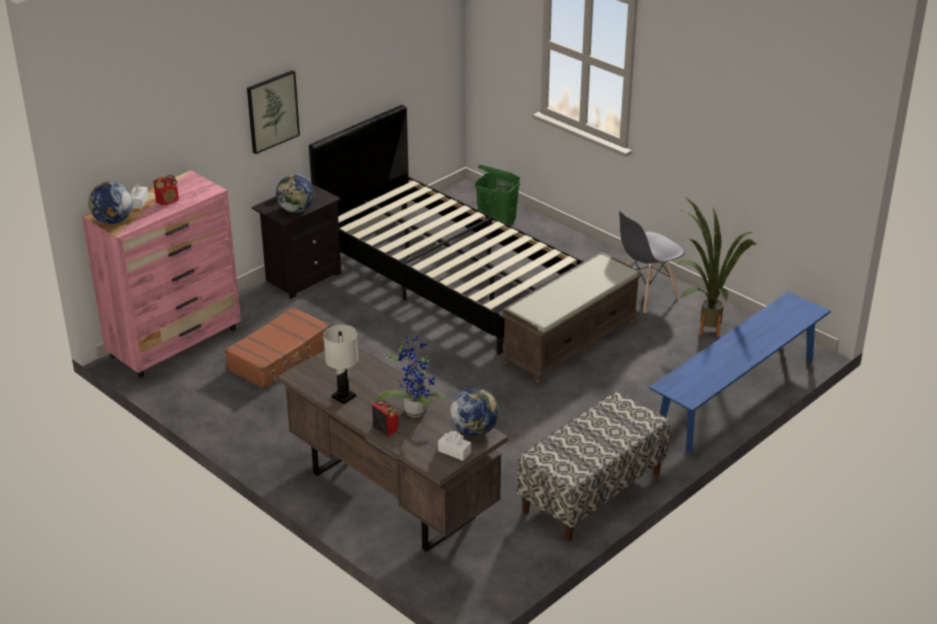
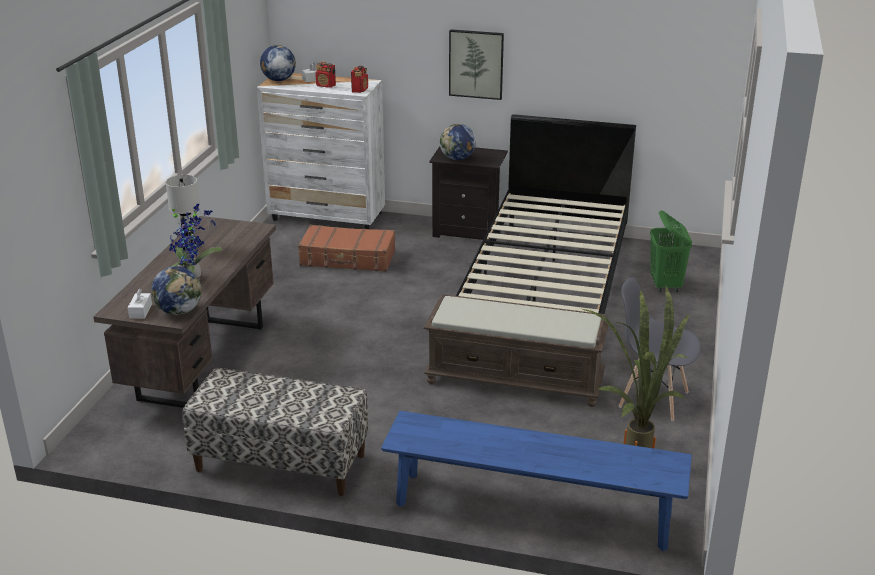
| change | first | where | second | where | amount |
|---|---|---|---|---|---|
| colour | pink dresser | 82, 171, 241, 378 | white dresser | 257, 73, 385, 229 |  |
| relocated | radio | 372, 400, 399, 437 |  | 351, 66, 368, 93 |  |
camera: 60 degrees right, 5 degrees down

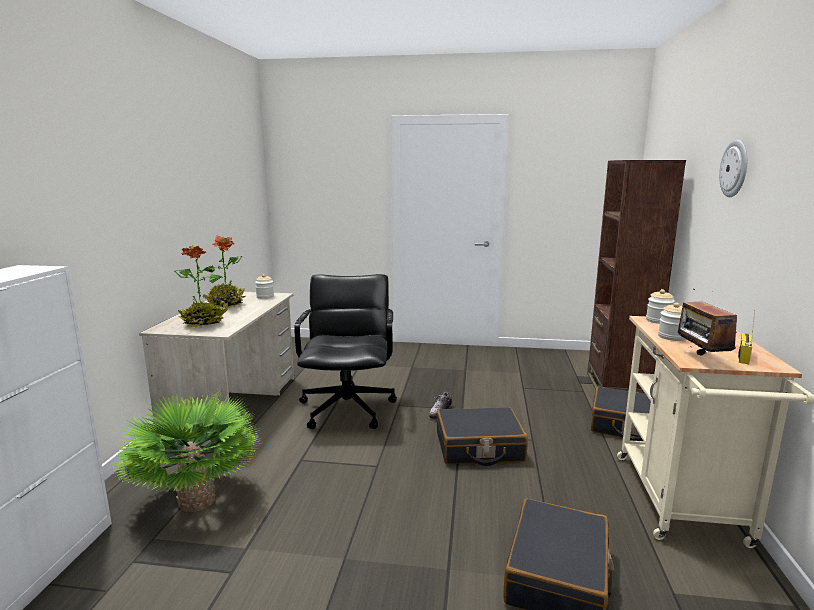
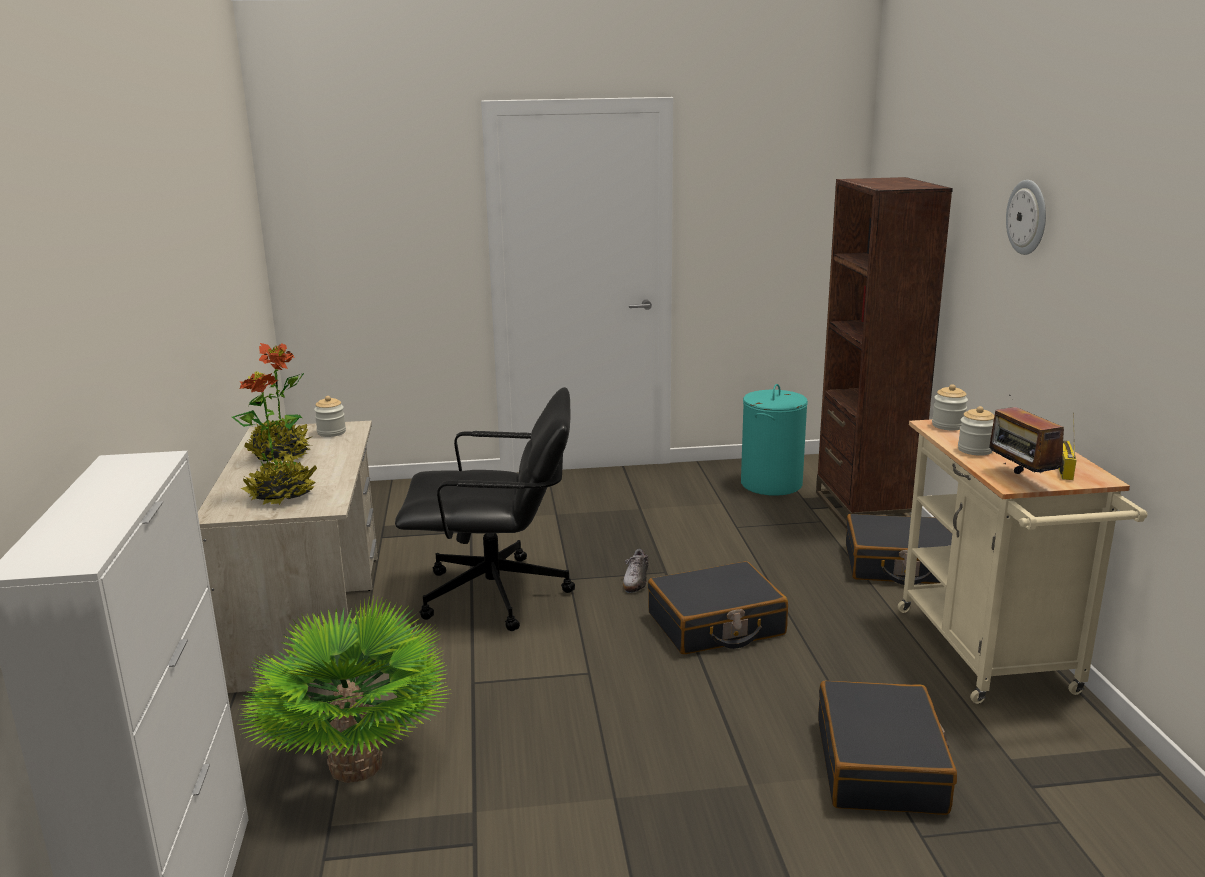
| change | first | where | second | where | amount |
|---|---|---|---|---|---|
| spun | black office chair | 294, 274, 397, 429 |  | 395, 387, 575, 631 | 105 degrees clockwise |
| appeared |  |  | turquoise laundry basket | 741, 384, 808, 496 |  |
camera: 15 degrees left, 5 degrees up

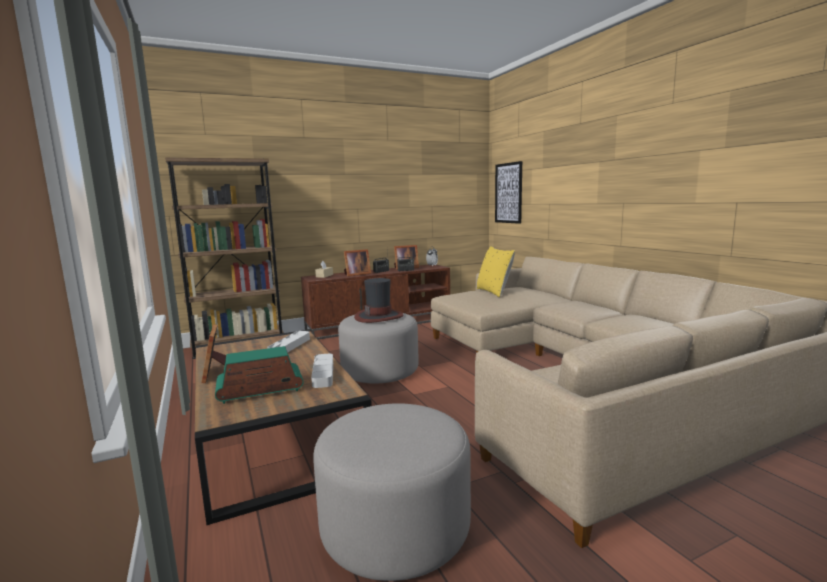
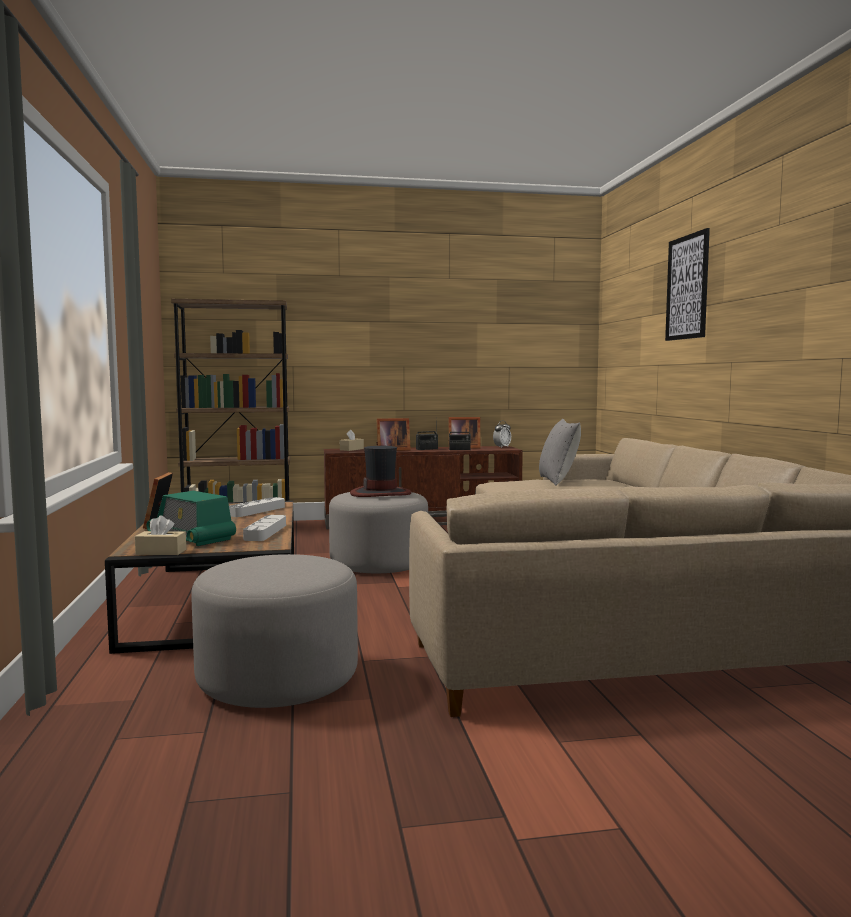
| change | first | where | second | where | amount |
|---|---|---|---|---|---|
| appeared |  |  | beige tissue box | 135, 515, 186, 555 |  |
| spun | radio | 215, 346, 304, 404 |  | 146, 491, 236, 546 | 135 degrees counterclockwise |
| colour | yellow pillow | 477, 246, 515, 297 | grey pillow | 539, 419, 581, 486 |  |
| relocated | picture | 495, 161, 522, 224 |  | 665, 228, 710, 341 |  |
camera: 15 degrees right, 5 degrees down

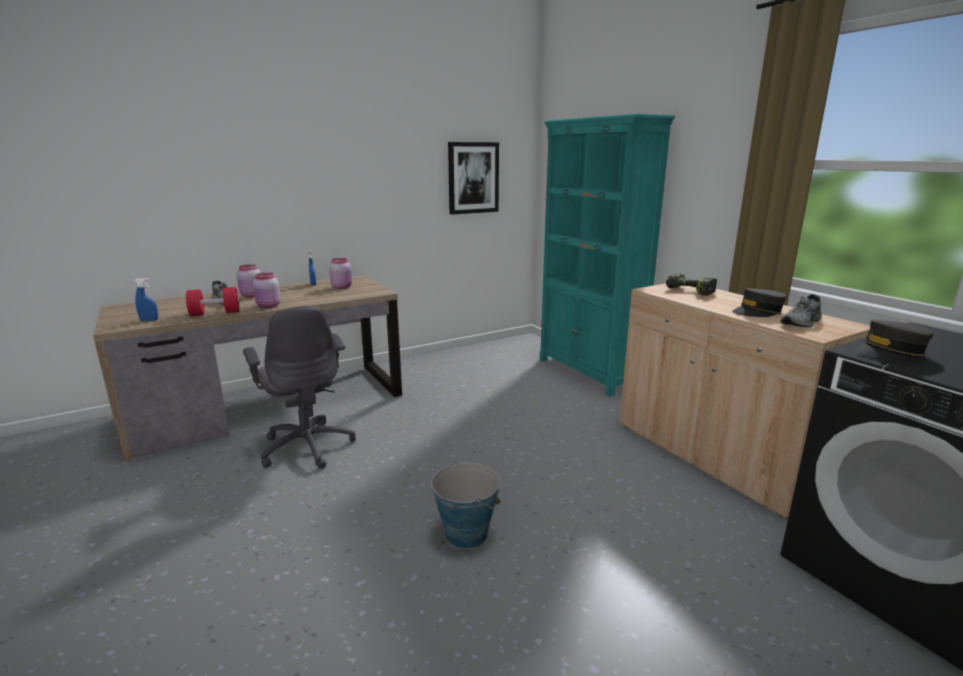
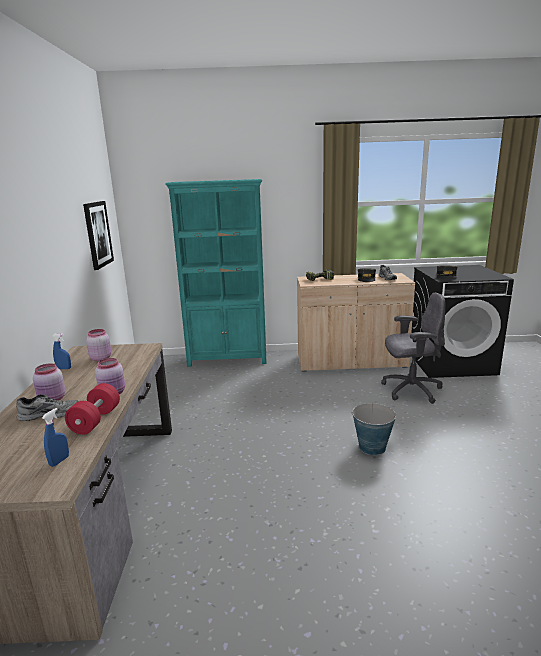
| change | first | where | second | where | amount |
|---|---|---|---|---|---|
| relocated | grey office chair | 243, 306, 356, 469 |  | 381, 293, 446, 404 |  |
camera: 60 degrees left, 0 degrees up

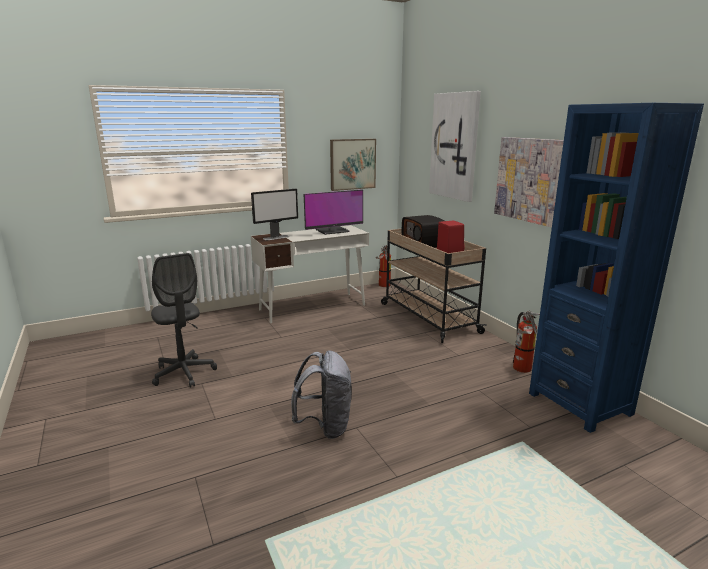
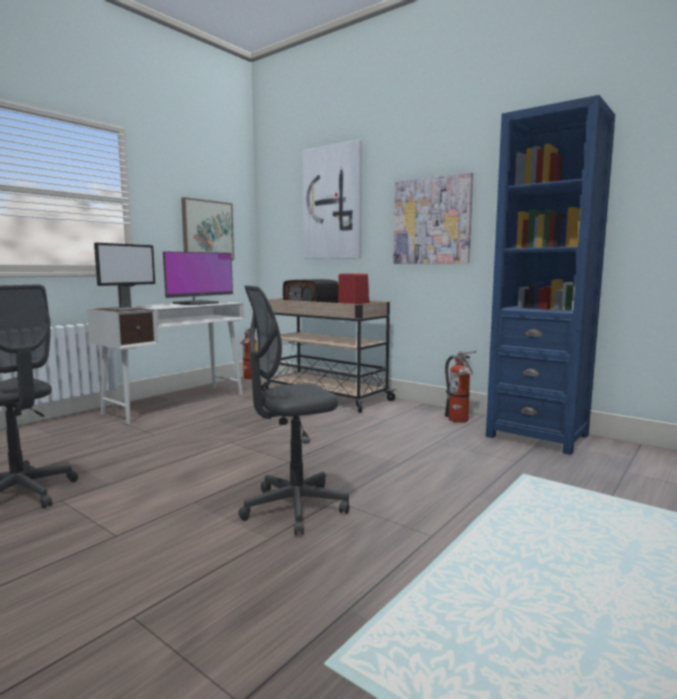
| change | first | where | second | where | amount |
|---|---|---|---|---|---|
| exchanged | grey backpack | 291, 350, 352, 439 | grey office chair | 238, 285, 350, 535 |  |
camera: 25 degrees left, 10 degrees down

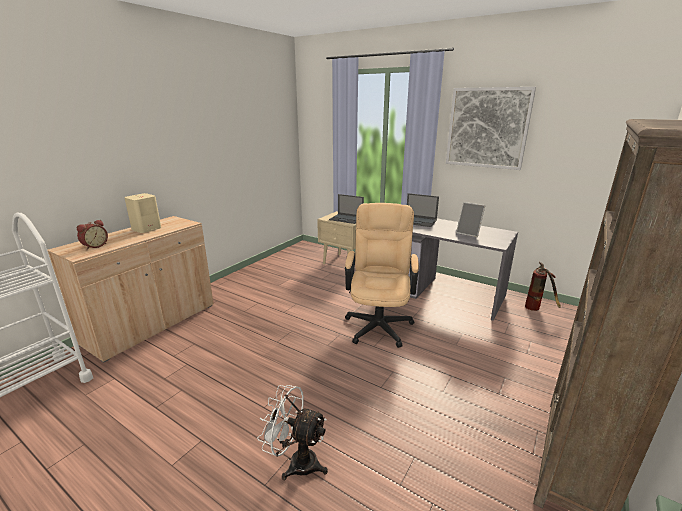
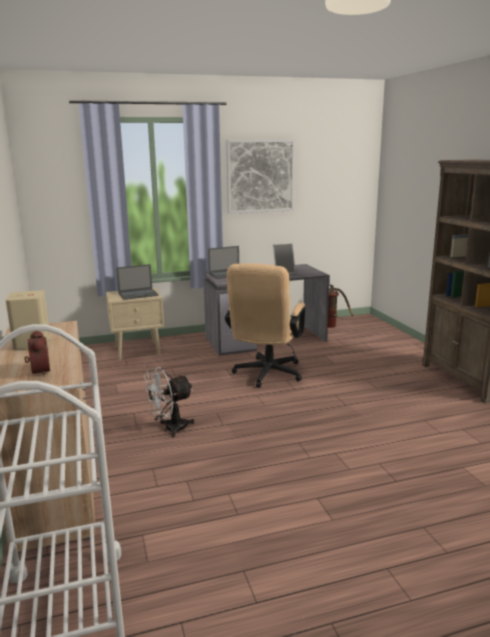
| change | first | where | second | where | amount |
|---|---|---|---|---|---|
| relocated | white fan | 257, 385, 328, 480 |  | 144, 367, 194, 438 |  |
| spun | beige office chair | 345, 203, 419, 348 |  | 225, 263, 305, 388 | 120 degrees counterclockwise |
camera: 50 degrees left, 5 degrees down

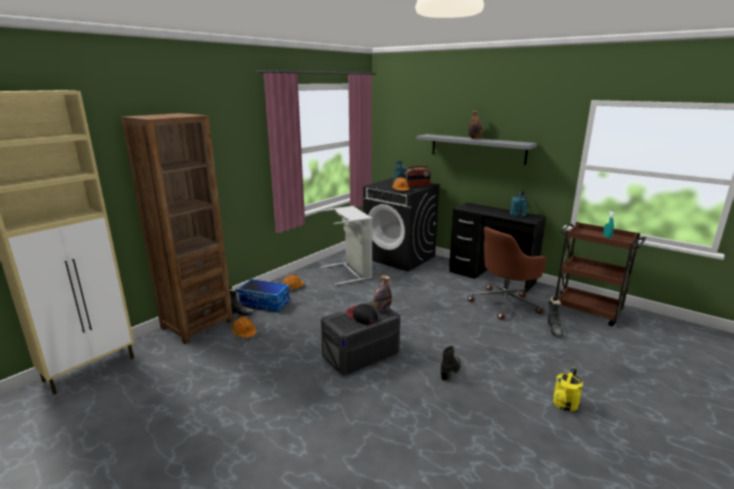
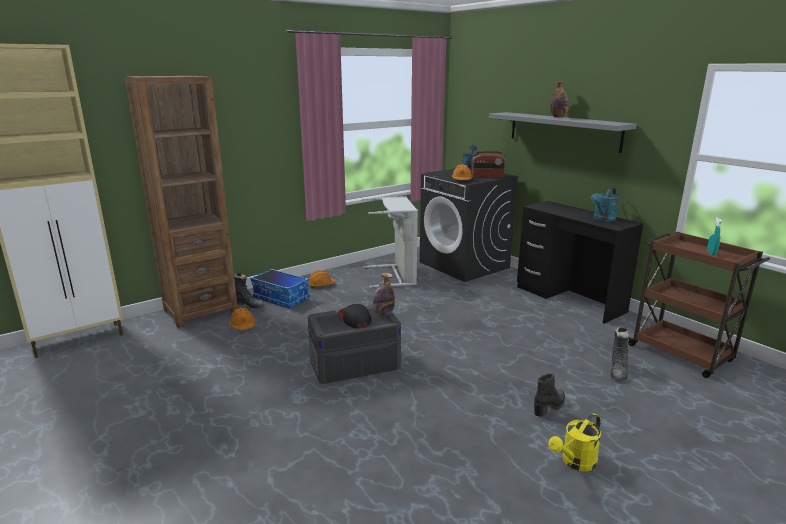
| change | first | where | second | where | amount |
|---|---|---|---|---|---|
| relocated | black boot | 441, 346, 460, 381 |  | 534, 374, 565, 417 |  |
| missing | brown office chair | 468, 227, 547, 320 |  |  |  |
camera: 15 degrees right, 0 degrees up

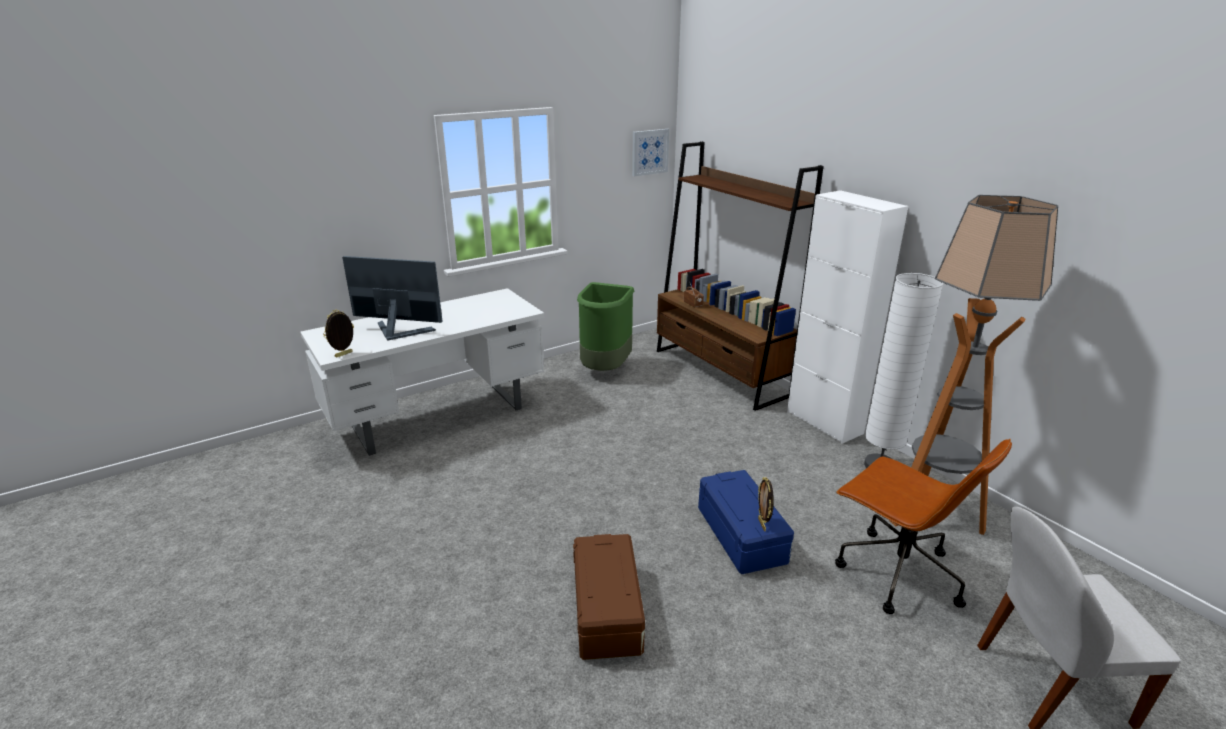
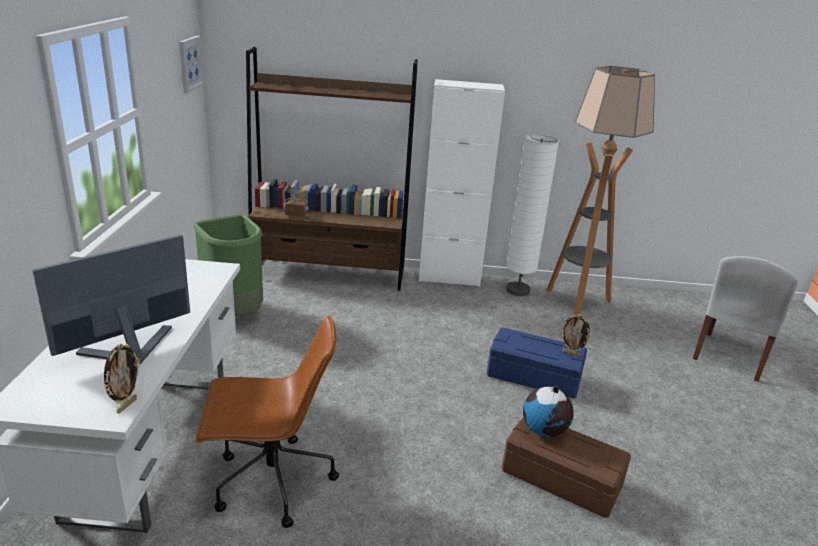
| change | first | where | second | where | amount |
|---|---|---|---|---|---|
| spun | picture frame | 323, 310, 354, 358 |  | 104, 344, 140, 414 | 150 degrees counterclockwise |
| relocated | brown office chair | 835, 439, 1012, 614 |  | 195, 315, 339, 528 |  |
| appeared |  |  | globe | 523, 386, 574, 437 |  |
camera: 55 degrees left, 0 degrees up

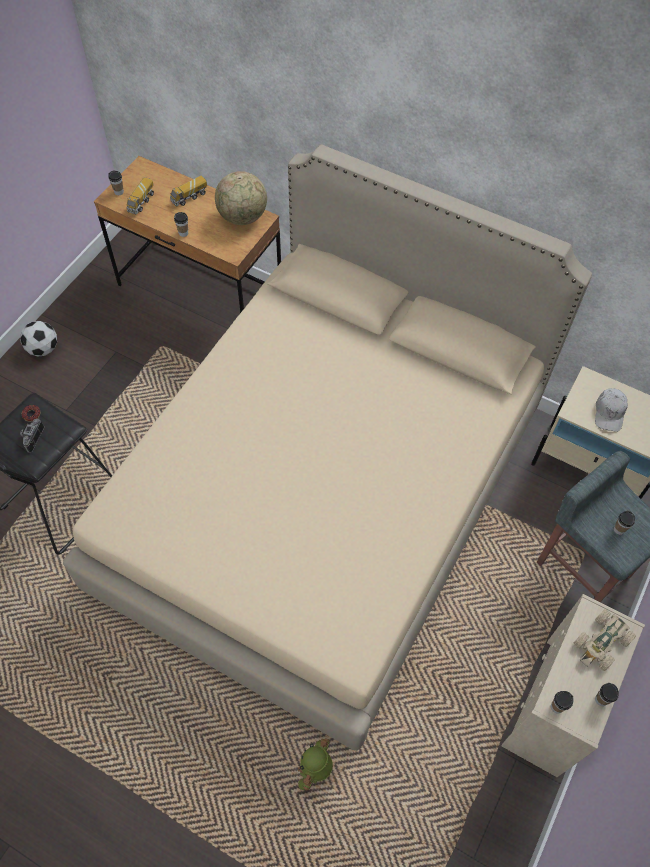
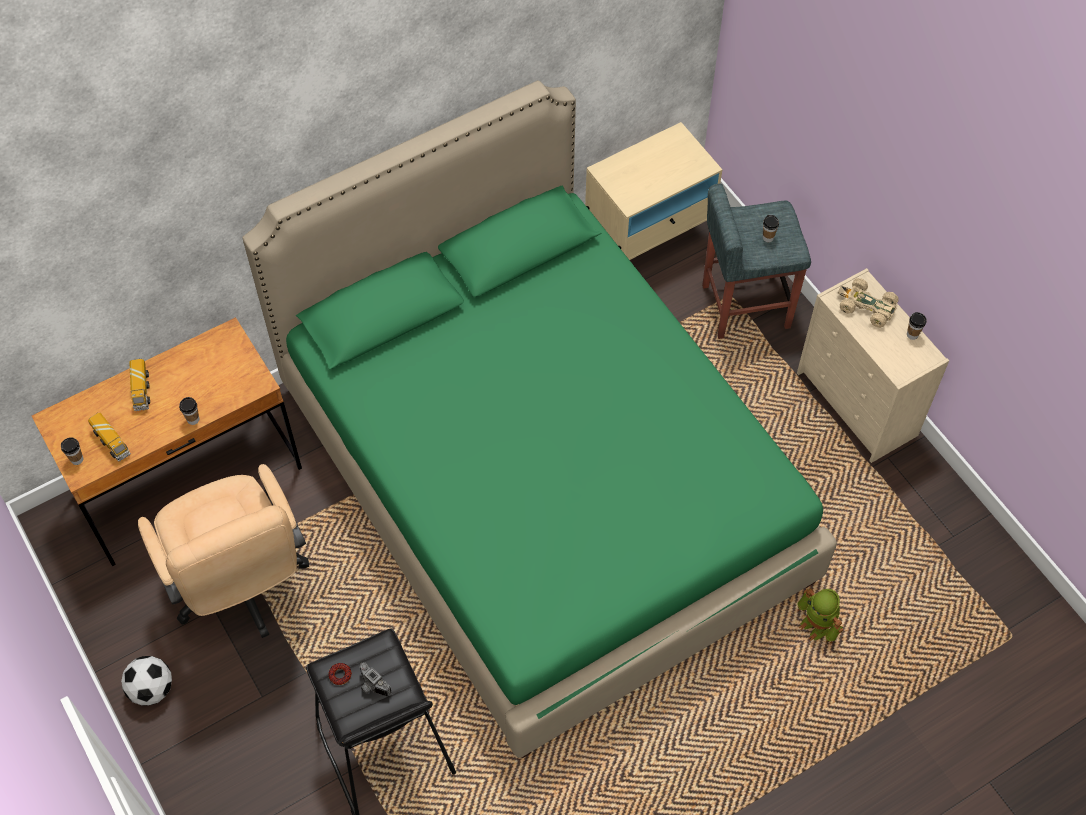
| change | first | where | second | where | amount |
|---|---|---|---|---|---|
| appeared |  |  | beige office chair | 138, 464, 309, 638 |  |
| colour | beige bed | 63, 144, 592, 751 | green bed | 242, 80, 837, 758 |  |
| spun | beige toy car | 574, 609, 636, 671 |  | 838, 278, 899, 328 | 135 degrees clockwise |
| missing | globe | 215, 171, 267, 225 |  |  |  |
| missing | cup | 551, 691, 574, 714 |  |  |  |
| missing | white cap | 595, 388, 628, 432 |  |  |  |
camera: 60 degrees left, 0 degrees up

